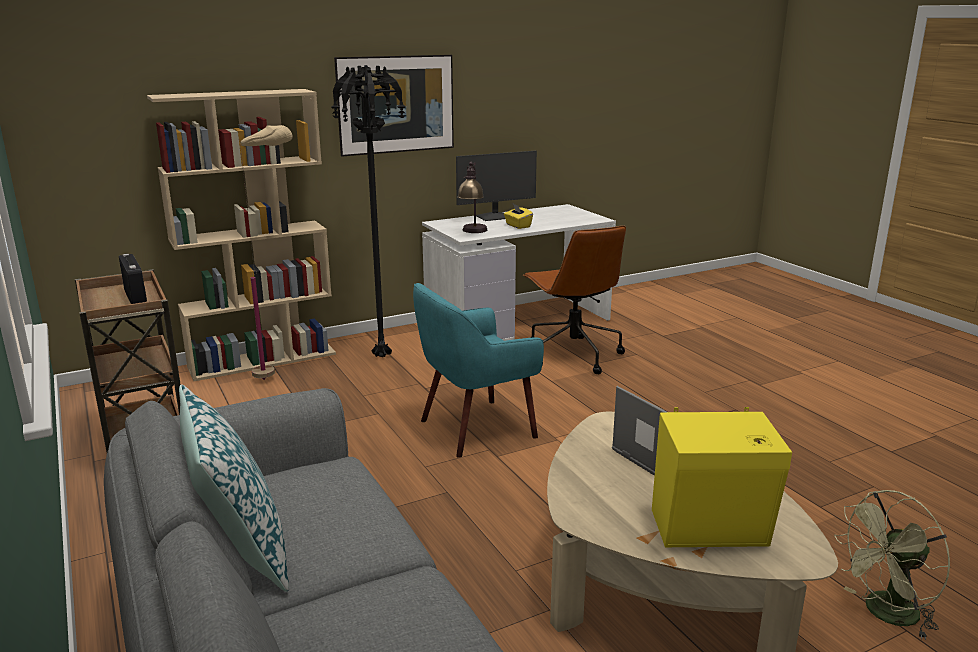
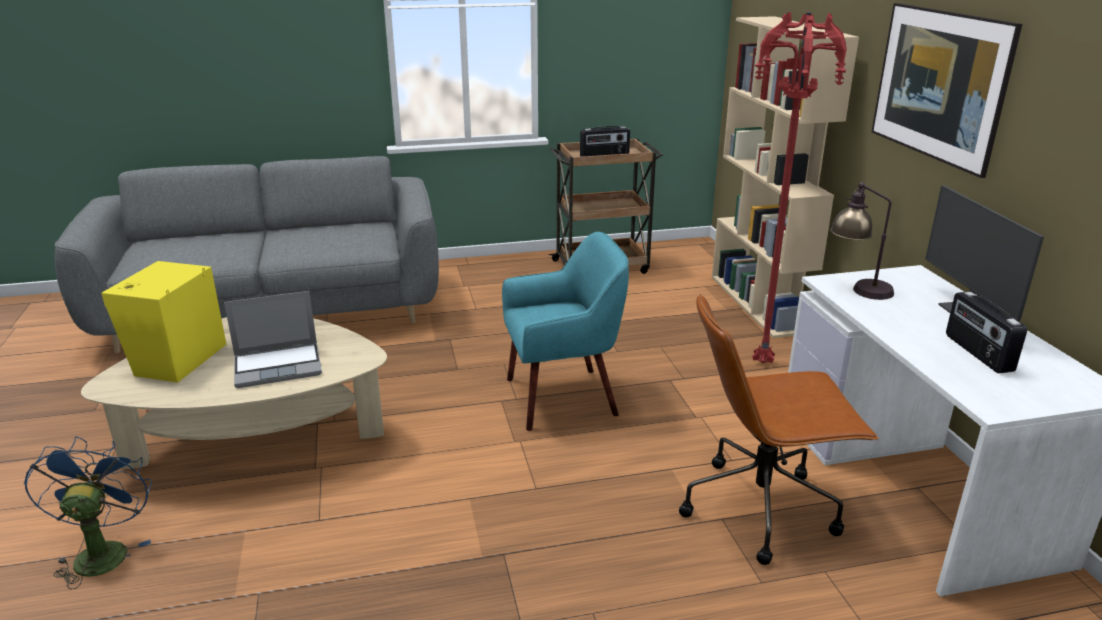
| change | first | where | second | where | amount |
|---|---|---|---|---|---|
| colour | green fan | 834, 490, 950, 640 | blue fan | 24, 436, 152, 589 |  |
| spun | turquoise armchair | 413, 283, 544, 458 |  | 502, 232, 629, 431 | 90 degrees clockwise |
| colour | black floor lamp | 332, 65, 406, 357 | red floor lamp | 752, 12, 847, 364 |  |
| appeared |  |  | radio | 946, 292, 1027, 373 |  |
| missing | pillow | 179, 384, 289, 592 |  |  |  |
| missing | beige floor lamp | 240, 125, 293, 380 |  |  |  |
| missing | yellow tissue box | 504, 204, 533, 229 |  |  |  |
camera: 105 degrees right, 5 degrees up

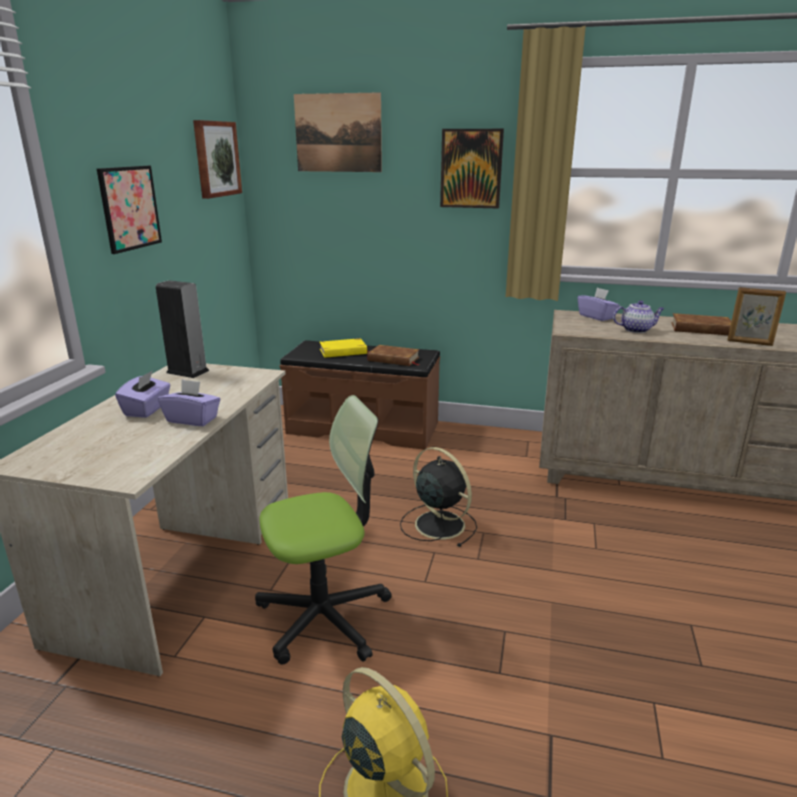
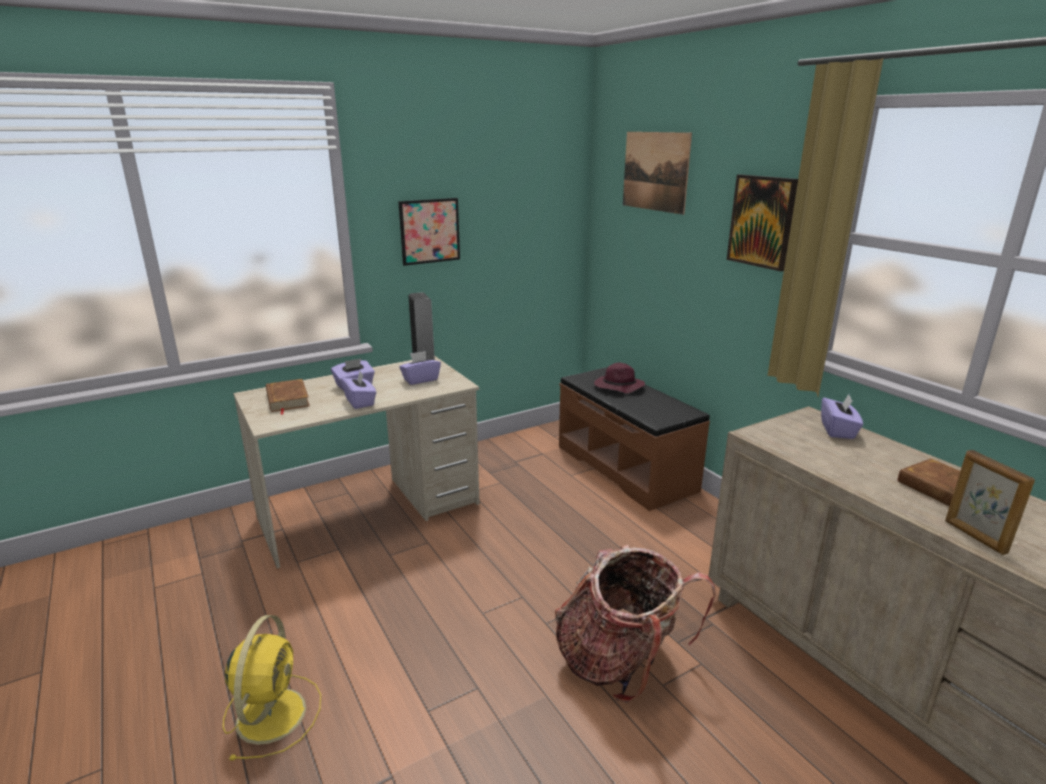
| change | first | where | second | where | amount |
|---|---|---|---|---|---|
| relocated | brown book | 367, 345, 420, 366 |  | 266, 379, 310, 415 |  |
| appeared |  |  | purple tissue box | 399, 351, 441, 385 |  |
| appeared |  |  | backpack | 555, 545, 716, 703 |  |
| exchanged | yellow book | 320, 338, 370, 358 | purple hat | 594, 363, 645, 393 |  |
| missing | picture | 193, 120, 242, 199 |  |  |  |
| missing | office chair | 255, 395, 391, 664 |  |  |  |
| missing | black fan | 400, 447, 477, 547 |  |  |  |
| missing | teapot | 613, 300, 665, 333 |  |  |  |
camera: 45 degrees right, 0 degrees up

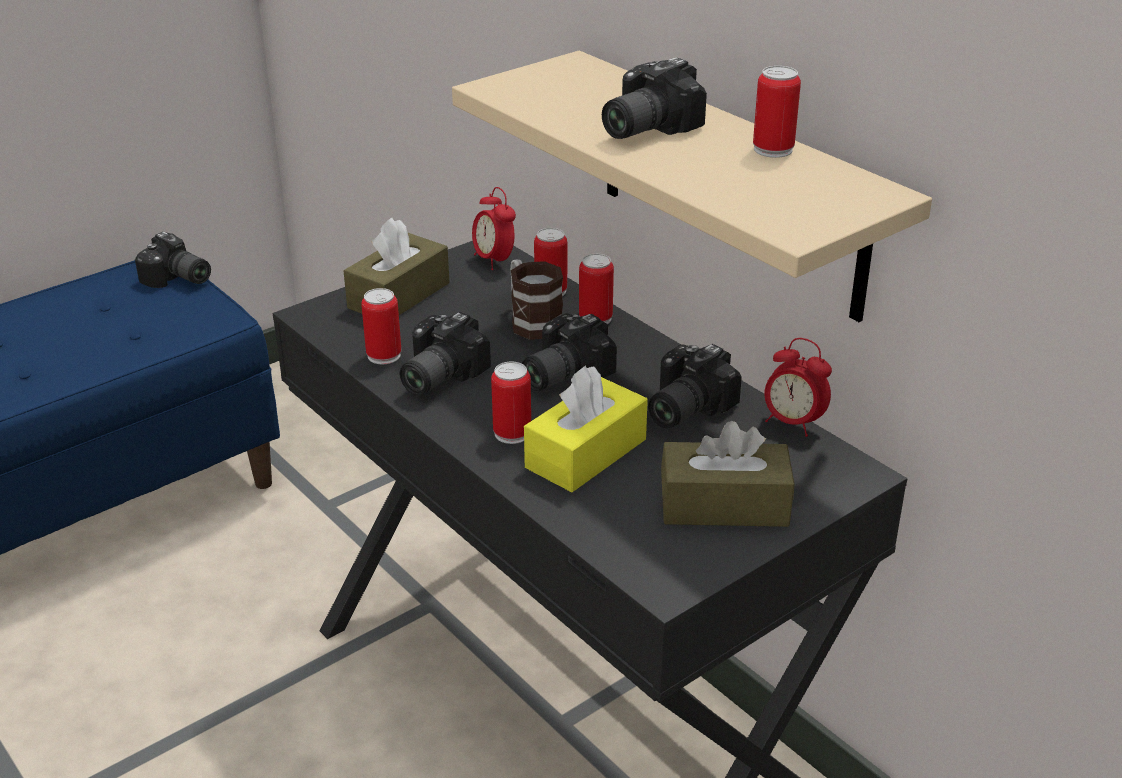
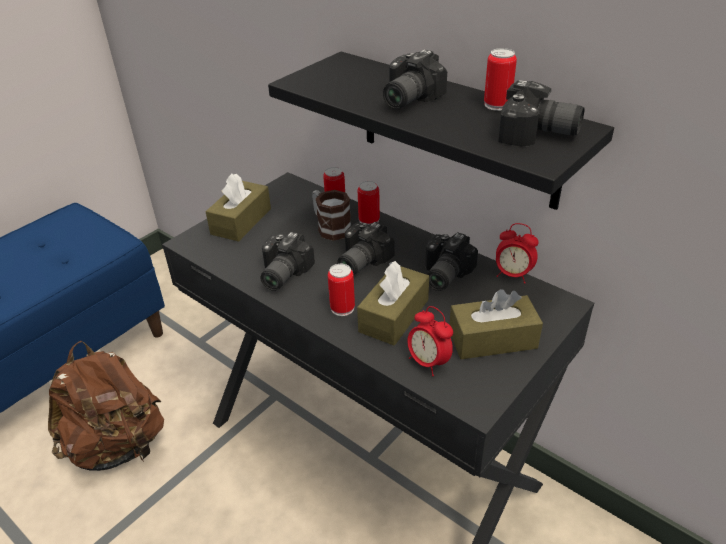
| change | first | where | second | where | amount |
|---|---|---|---|---|---|
| appeared |  |  | brown backpack | 48, 341, 164, 471 |  |
| colour | beige shelf | 452, 51, 932, 322 | black shelf | 268, 52, 614, 210 |  |
| colour | yellow tissue box | 524, 366, 648, 492 | brown tissue box | 357, 261, 429, 345 |  |
| relocated | alarm clock | 472, 187, 516, 270 |  | 407, 306, 453, 376 |  |
| relocated | photo camera | 135, 232, 211, 288 |  | 498, 80, 585, 147 |  |
| missing | can | 361, 288, 401, 364 |  |  |  |
camera: 10 degrees left, 5 degrees up

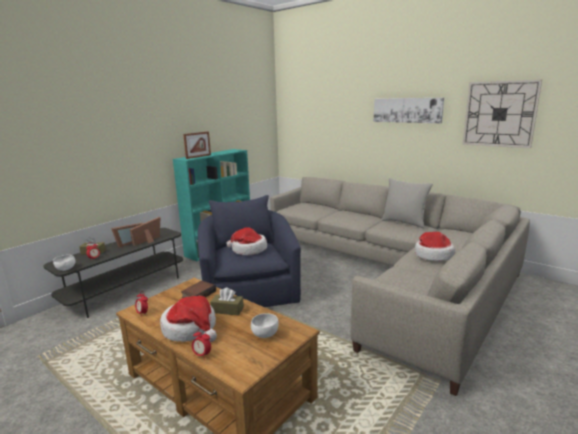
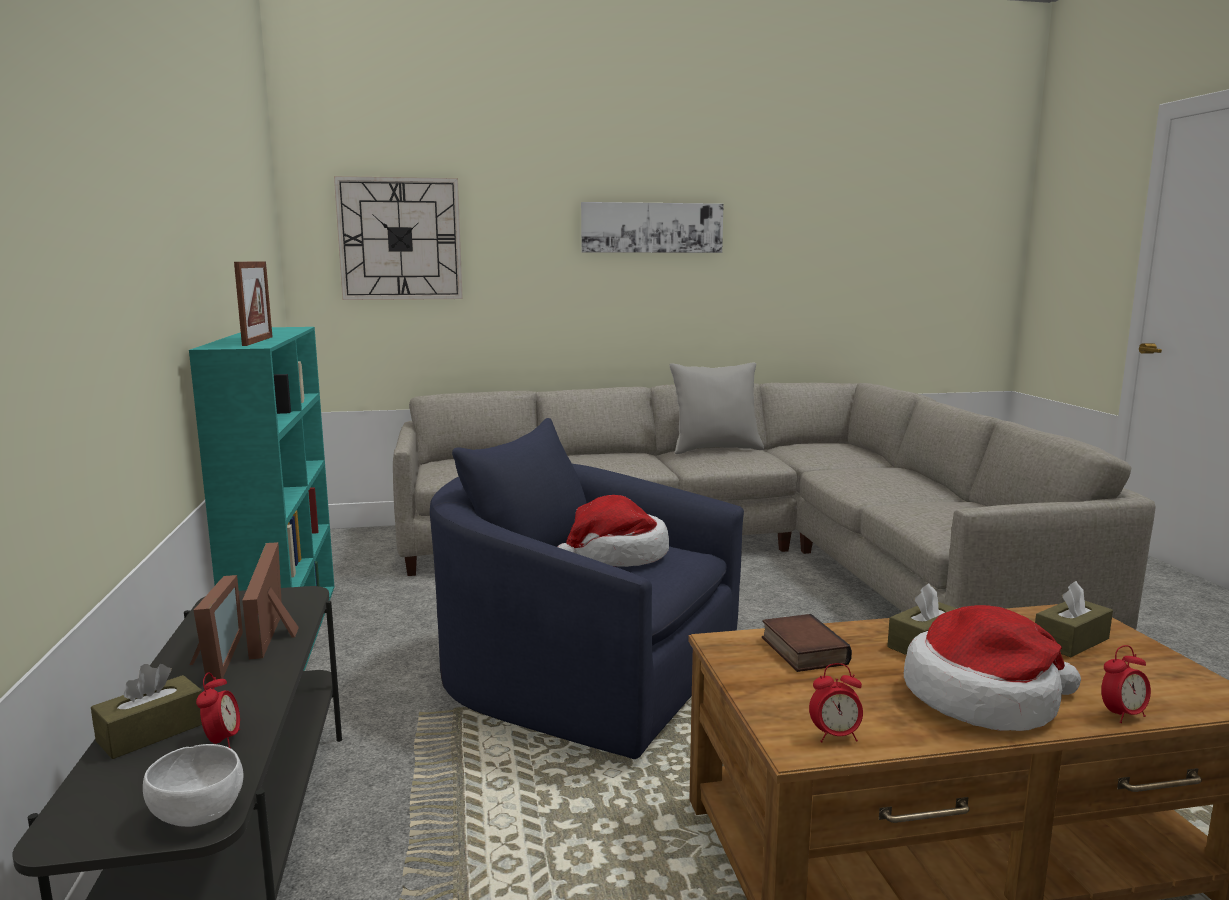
| change | first | where | second | where | amount |
|---|---|---|---|---|---|
| relocated | wall clock | 462, 79, 542, 148 |  | 334, 176, 463, 300 |  |
| exchanged | white bowl | 251, 313, 279, 338 | brown tissue box | 1035, 581, 1113, 657 |  |
| missing | hat | 415, 232, 455, 261 |  |  |  |
camera: 50 degrees left, 5 degrees down

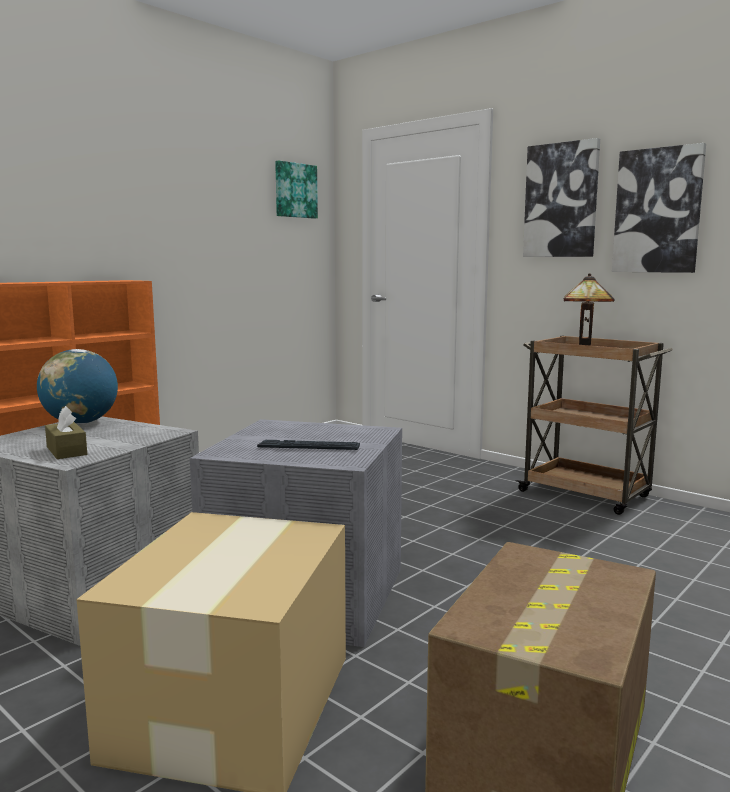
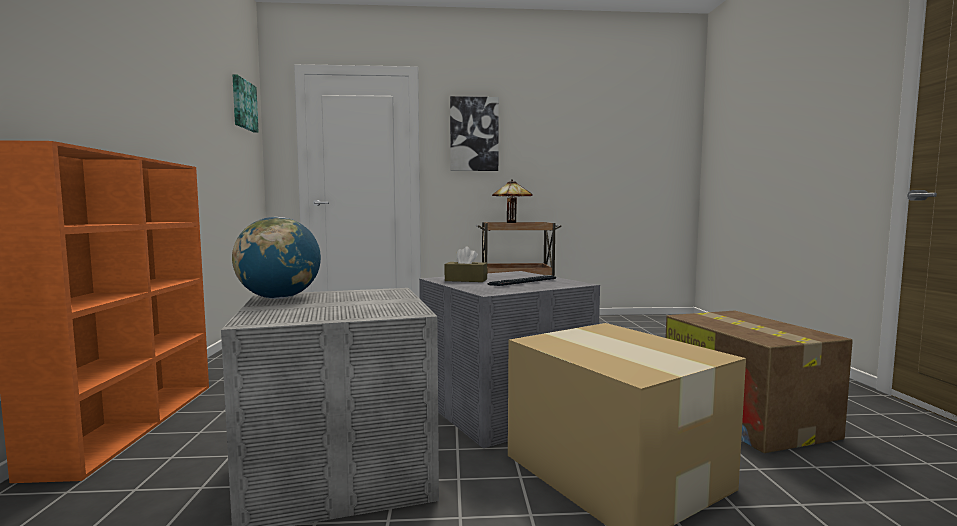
| change | first | where | second | where | amount |
|---|---|---|---|---|---|
| relocated | brown tissue box | 45, 406, 87, 459 |  | 445, 246, 487, 282 |  |
| missing | picture | 612, 143, 706, 273 |  |  |  |
camera: 45 degrees left, 5 degrees down

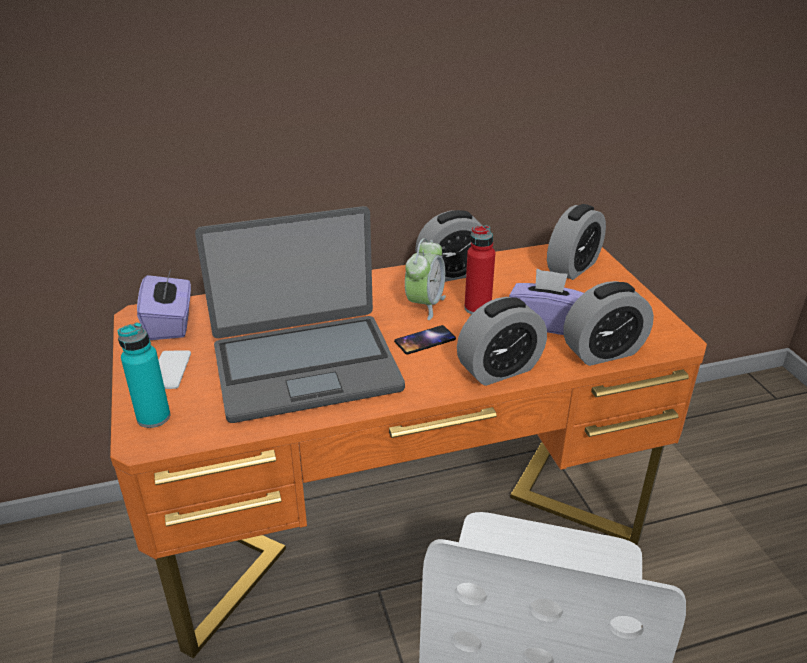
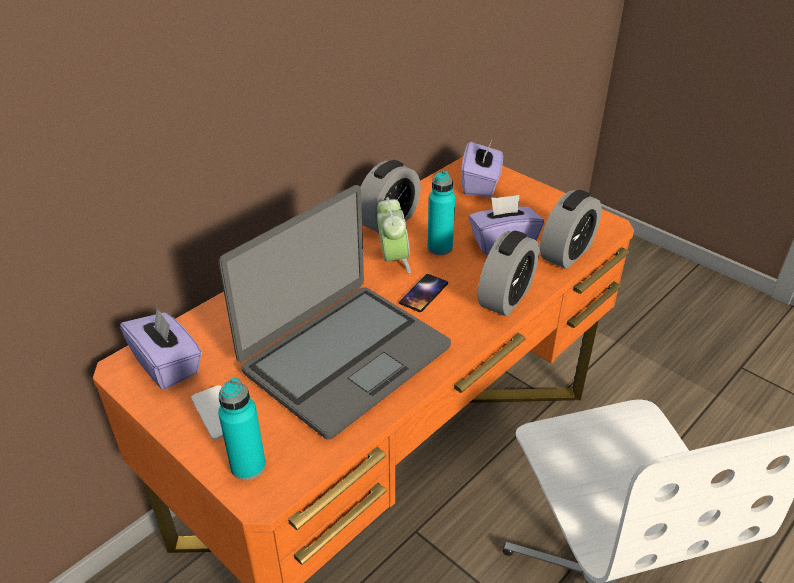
| change | first | where | second | where | amount |
|---|---|---|---|---|---|
| colour | red bottle | 464, 225, 495, 314 | turquoise bottle | 427, 171, 455, 255 |  |
| exchanged | alarm clock | 547, 204, 606, 280 | purple tissue box | 461, 142, 503, 197 |  |
camera: 30 degrees left, 5 degrees up

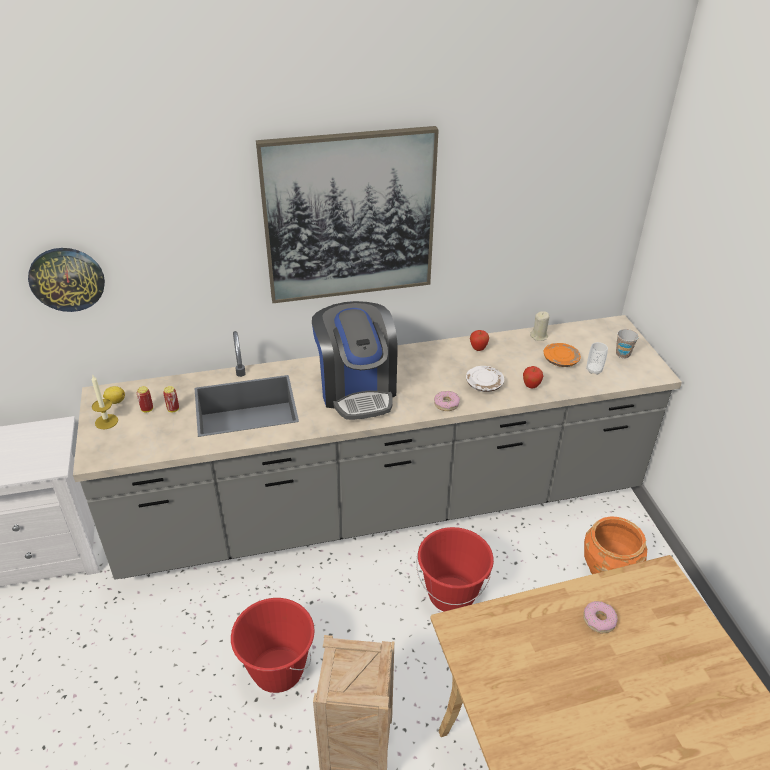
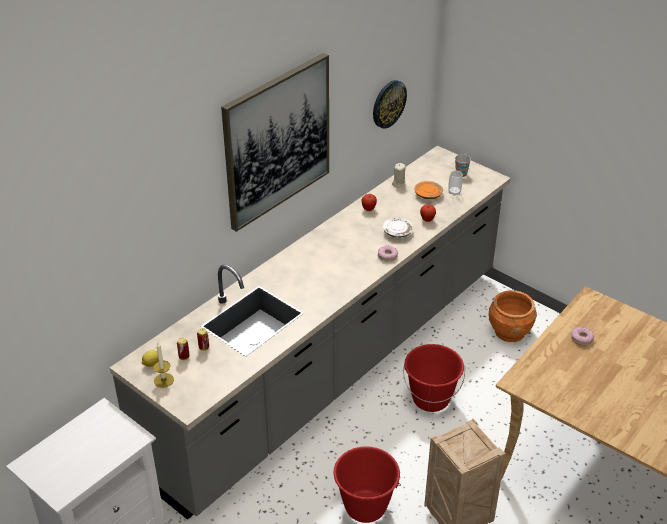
| change | first | where | second | where | amount |
|---|---|---|---|---|---|
| relocated | wall clock | 28, 248, 105, 312 |  | 373, 80, 407, 129 |  |
| missing | coffee machine | 312, 301, 398, 420 |  |  |  |
camera: 35 degrees left, 0 degrees up

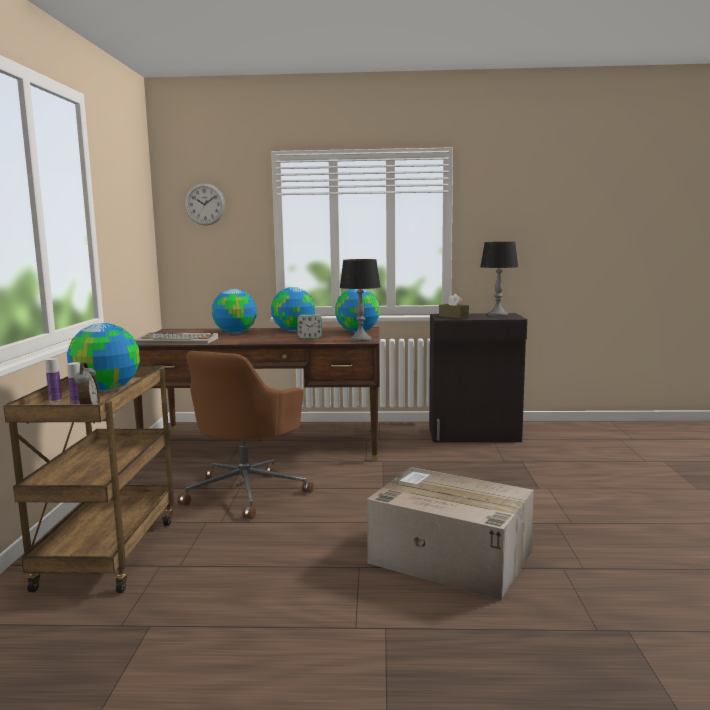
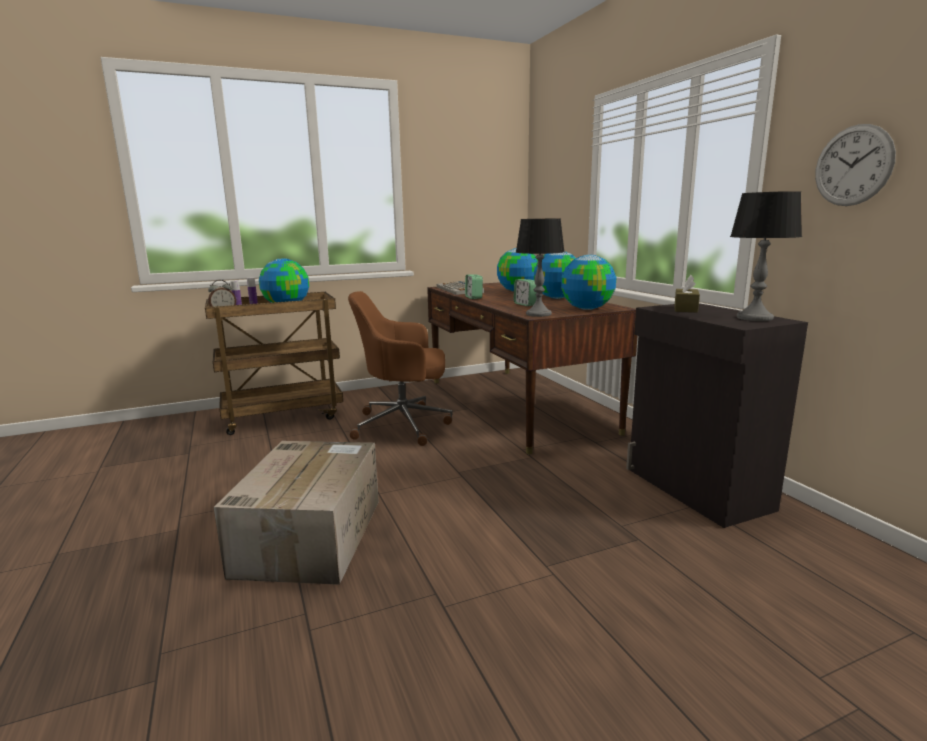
| change | first | where | second | where | amount |
|---|---|---|---|---|---|
| appeared |  |  | alarm clock | 465, 274, 483, 299 |  |
| relocated | wall clock | 184, 183, 225, 225 |  | 815, 124, 896, 206 |  |
camera: 65 degrees right, 5 degrees up

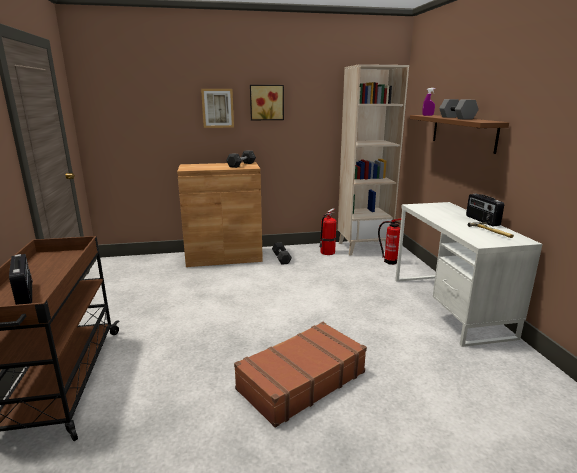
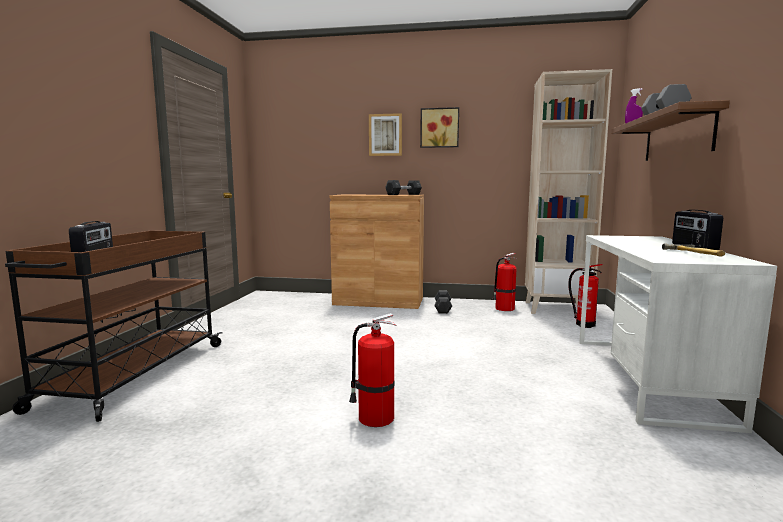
| change | first | where | second | where | amount |
|---|---|---|---|---|---|
| exchanged | brown suitcase | 234, 322, 367, 428 | fire extinguisher | 349, 313, 397, 427 |  |
camera: 20 degrees right, 10 degrees down

